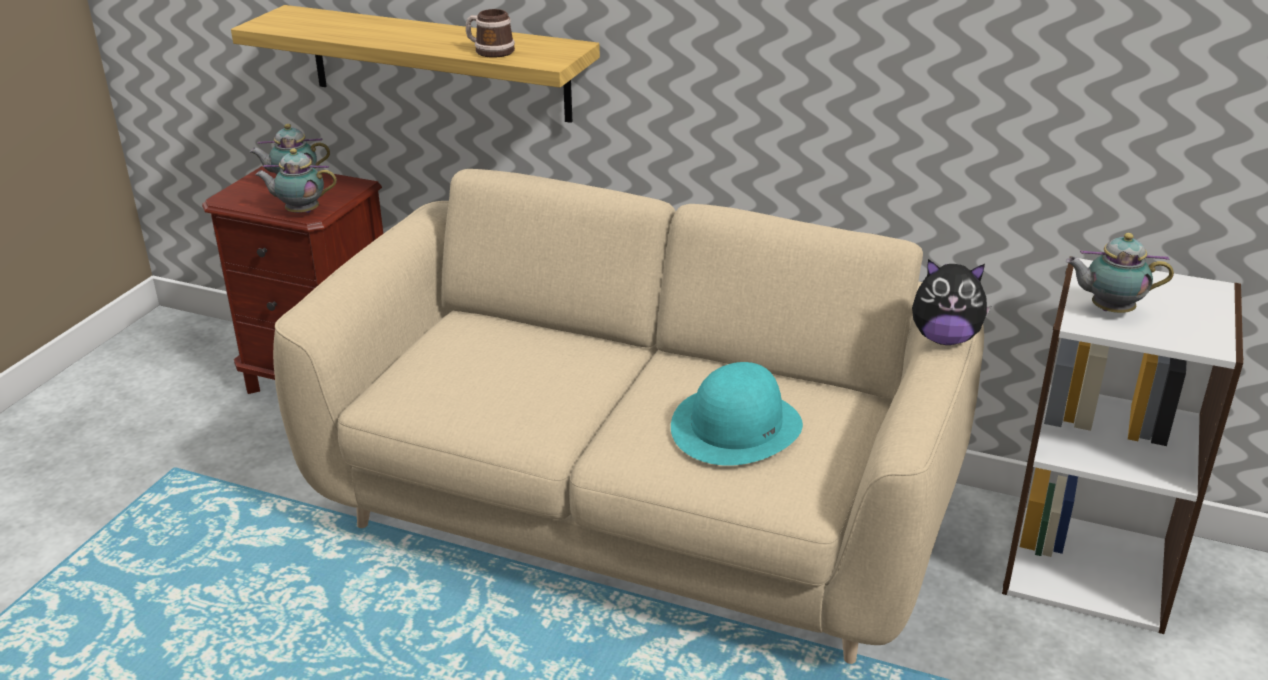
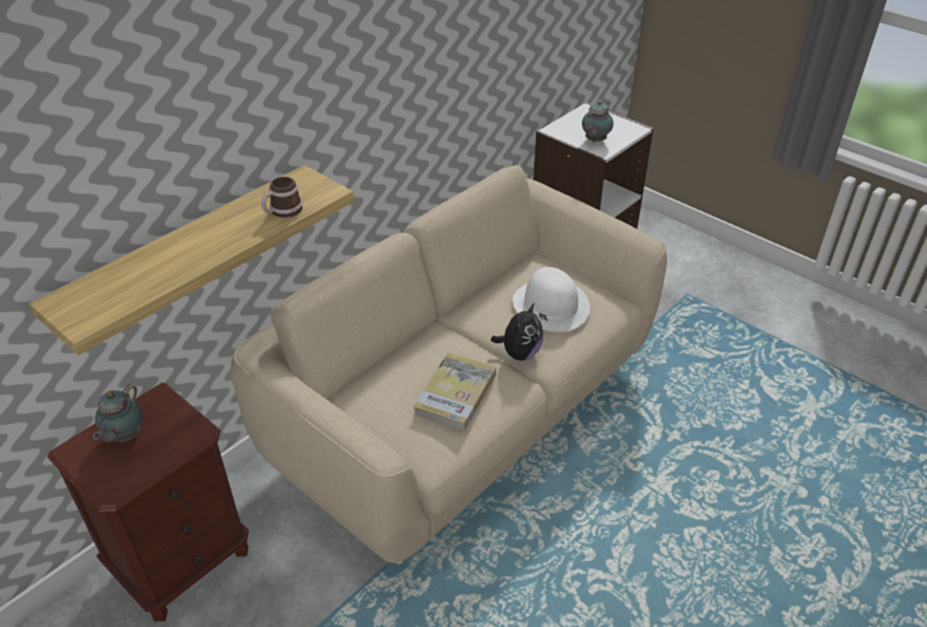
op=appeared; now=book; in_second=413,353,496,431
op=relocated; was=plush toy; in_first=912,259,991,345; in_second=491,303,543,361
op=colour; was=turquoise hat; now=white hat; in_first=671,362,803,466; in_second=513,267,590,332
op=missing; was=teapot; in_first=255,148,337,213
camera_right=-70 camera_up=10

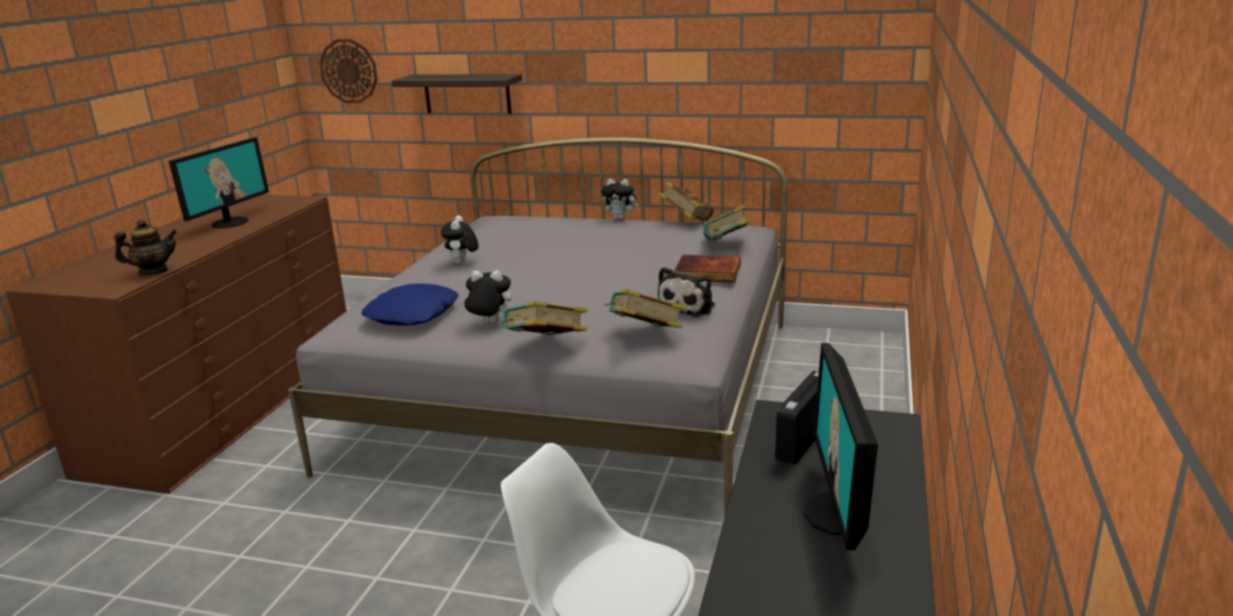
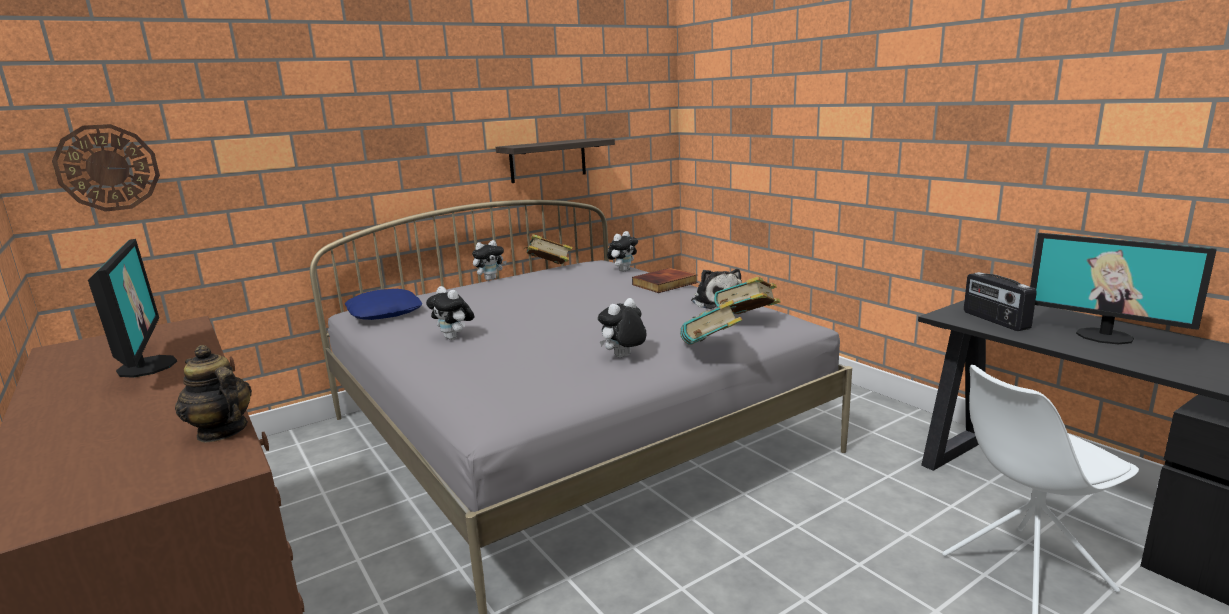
op=spun; was=teapot; in_first=114,219,177,275; in_second=175,345,252,442; clockwise=-75
op=relocated; was=blue pillow; in_first=361,283,459,326; in_second=345,289,422,320
op=relocated; was=shelf; in_first=391,74,522,114; in_second=496,138,615,183
op=exchanged; was=book; now=plush toy; in_first=703,205,751,241; in_second=607,231,638,272
camera_right=-50 camera_up=-5

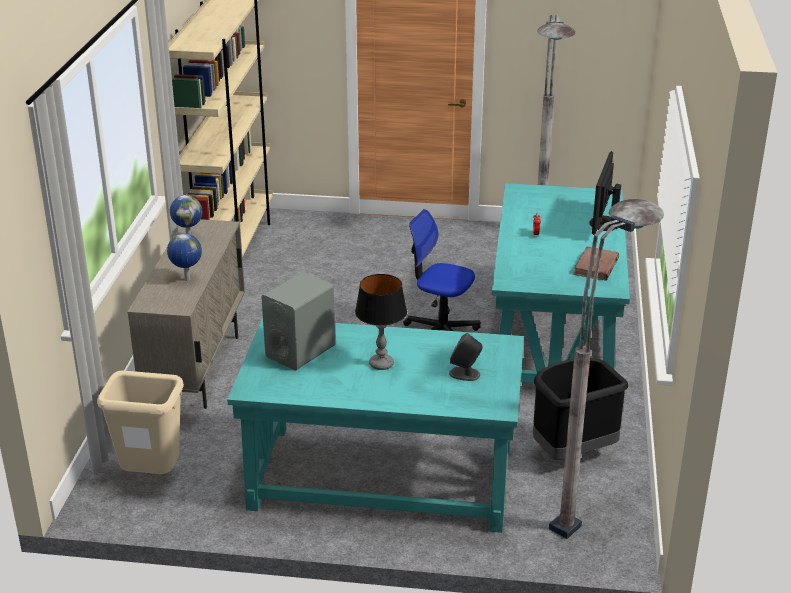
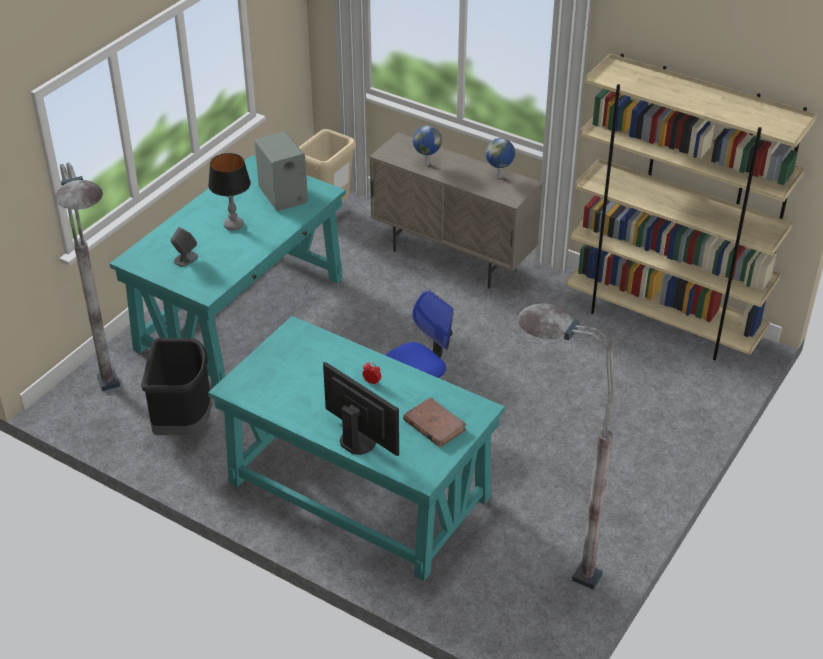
op=relocated; was=brown book; in_first=573,247,619,281; in_second=403,397,466,447
camera_right=115 camera_up=10

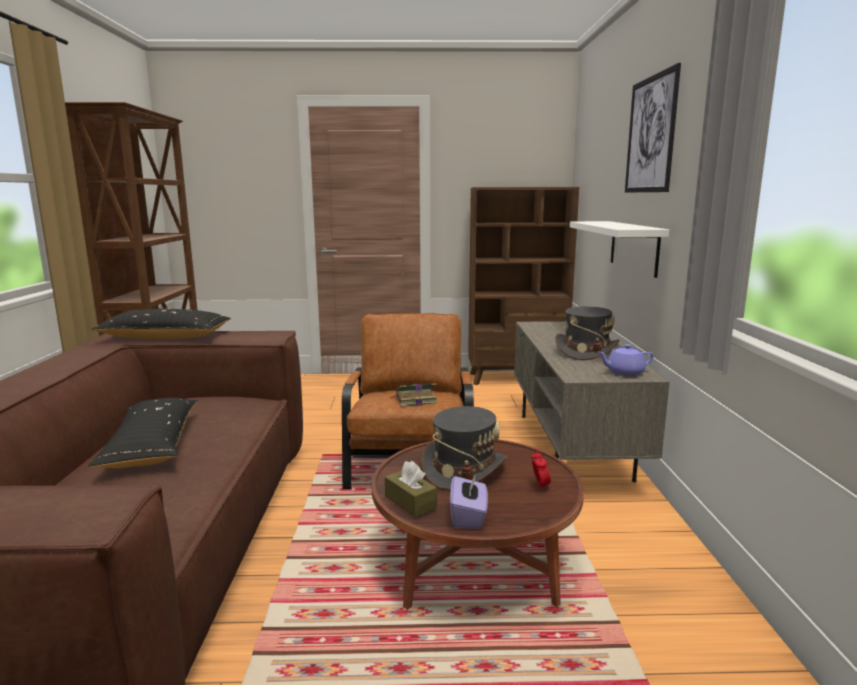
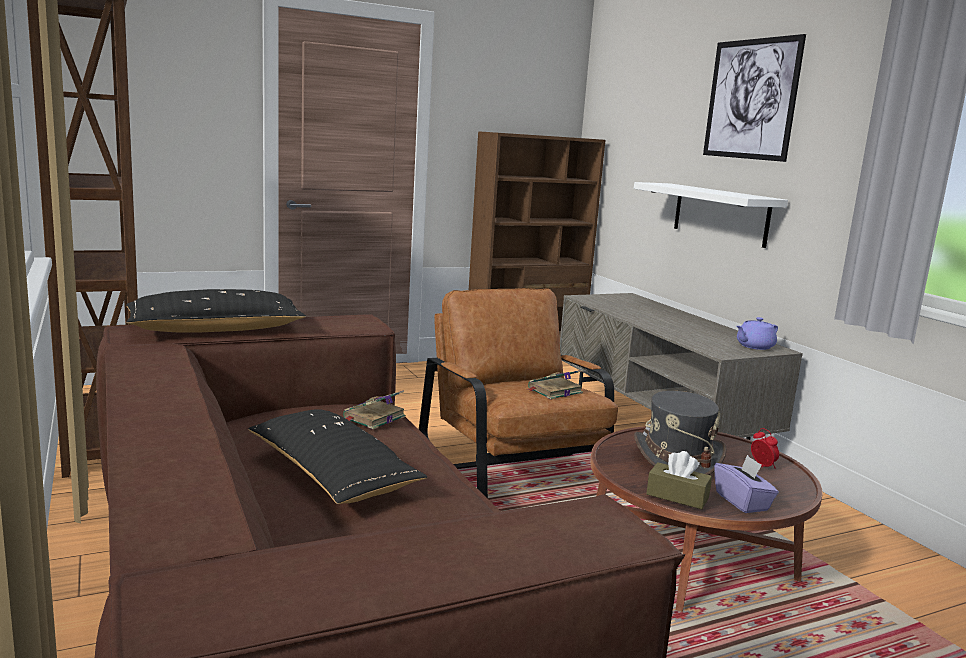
op=appeared; now=book; in_second=343,390,406,429
op=missing; was=grey hat; in_first=555,306,619,360
camera_right=-25 camera_up=0

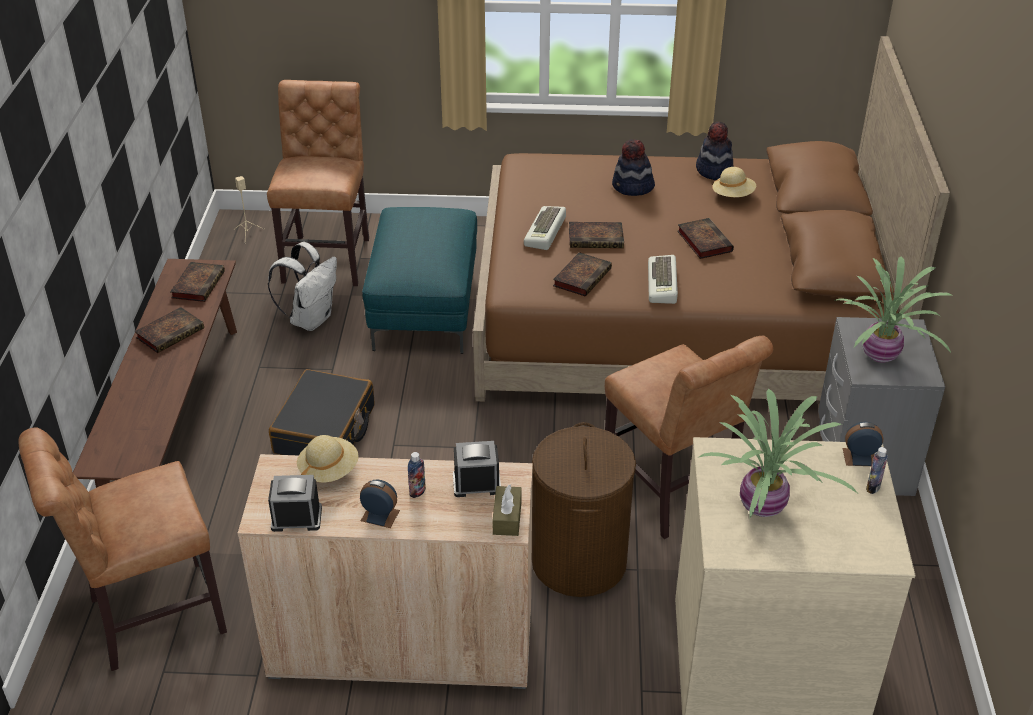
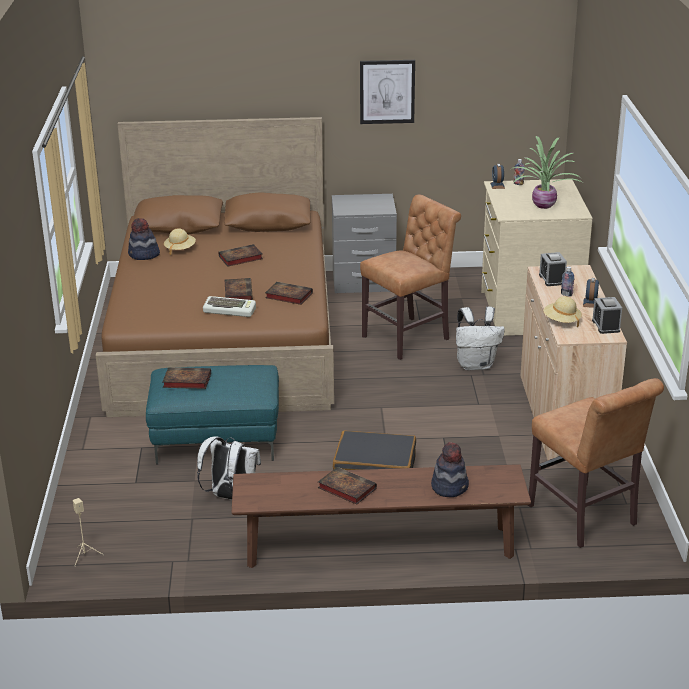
op=relocated; was=book; in_first=170,262,225,302; in_second=162,367,211,389
op=appeared; now=picture; in_second=360,60,415,124
op=relocated; was=hat; in_first=612,139,655,196; in_second=431,442,469,497
op=exchanged; was=brown laundry basket; now=white backpack; in_first=532,422,636,597; in_second=456,306,505,370
op=missing; was=brown chair; in_first=267,80,369,286
op=missing; was=brown tissue box; in_first=492,485,522,536
op=missing; was=keyboard; in_first=648,255,678,304
op=missing; was=potted plant; in_first=834,256,953,363
camera_right=-95 camera_up=-10

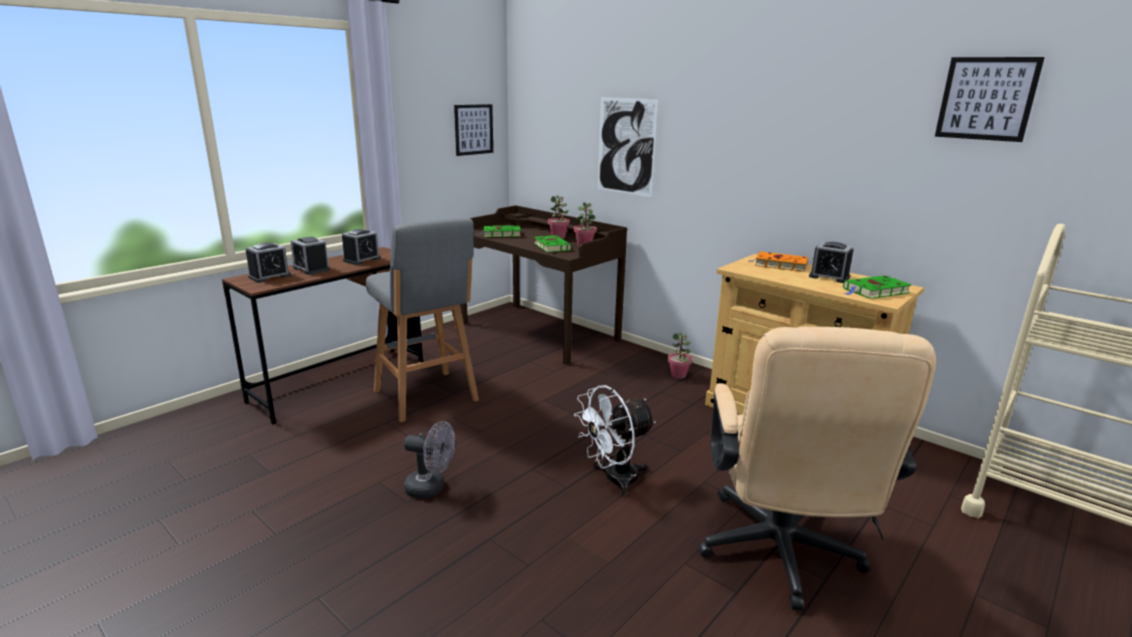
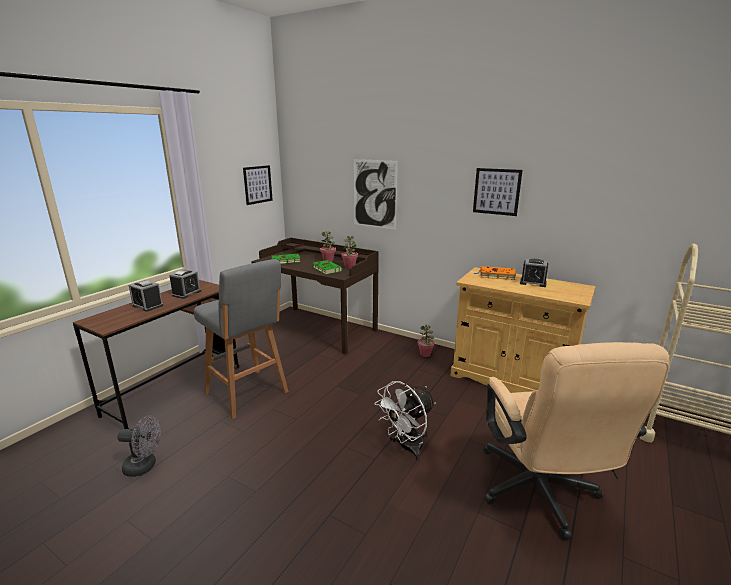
op=relocated; was=grey fan; in_first=404,421,455,499; in_second=117,416,161,477
op=relocated; was=picture; in_first=935,57,1045,142; in_second=473,168,523,216
op=missing; was=alarm clock; in_first=246,243,291,283
op=missing; was=green book; in_first=843,275,912,299
camera_right=-10 camera_up=0

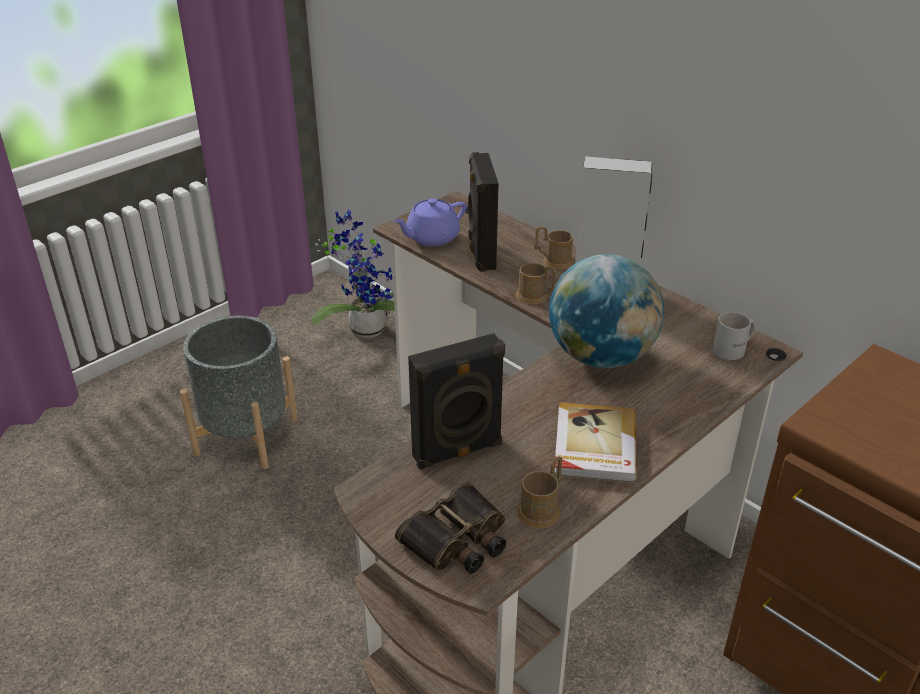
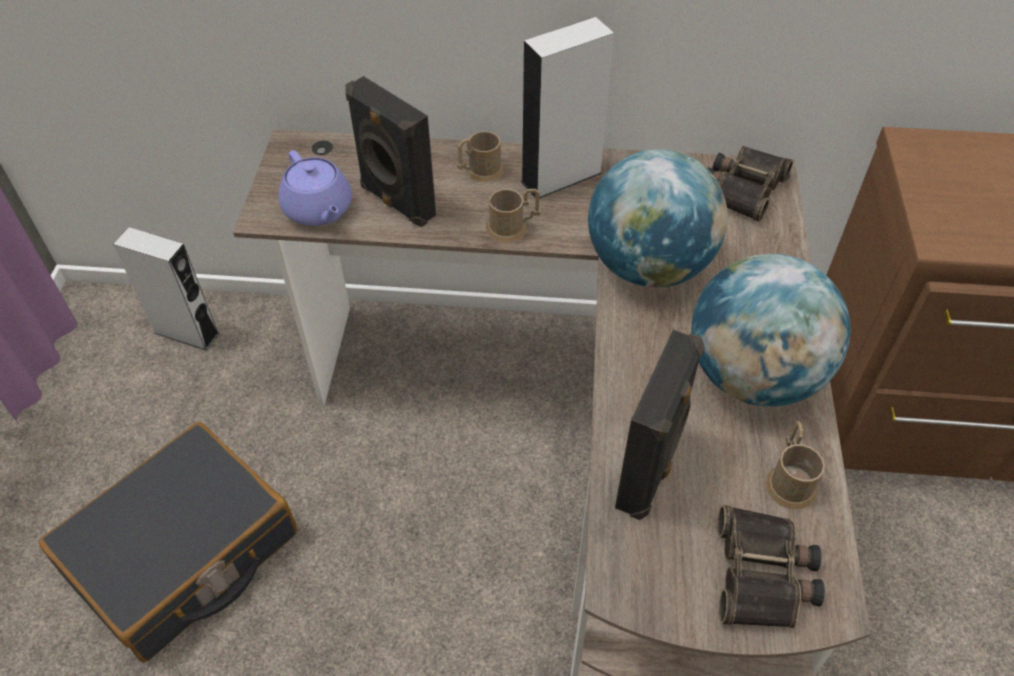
op=exchanged; was=grey planter; now=black suitcase; in_first=180,316,298,469; in_second=39,422,297,662
op=exchanged; was=potted plant; now=grey speaker; in_first=311,209,395,338; in_second=113,227,219,350
op=spun; was=purple teapot; in_first=393,199,467,246; in_second=278,150,352,226; clockwise=-45
op=exchanged; was=book; now=globe; in_first=555,402,637,483; in_second=691,254,851,407
op=exchanged; was=white mug; now=binoculars; in_first=713,312,755,360; in_second=708,146,793,222
camera_right=-40 camera_up=15

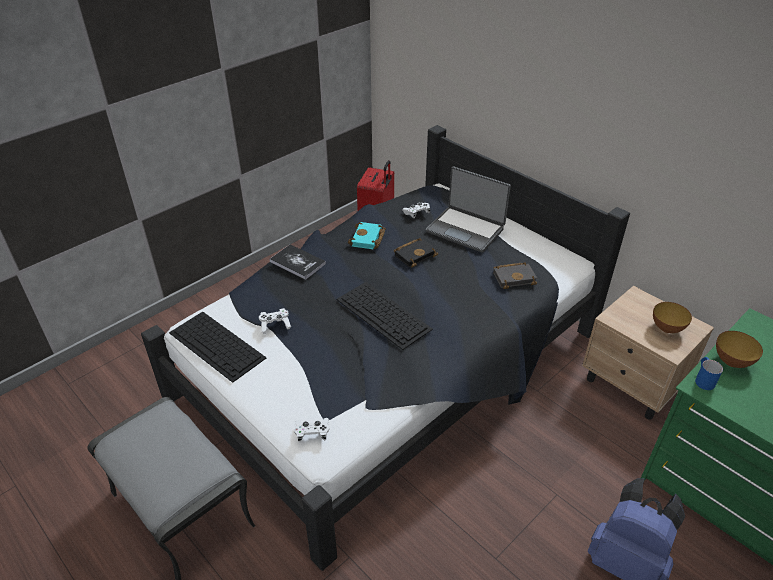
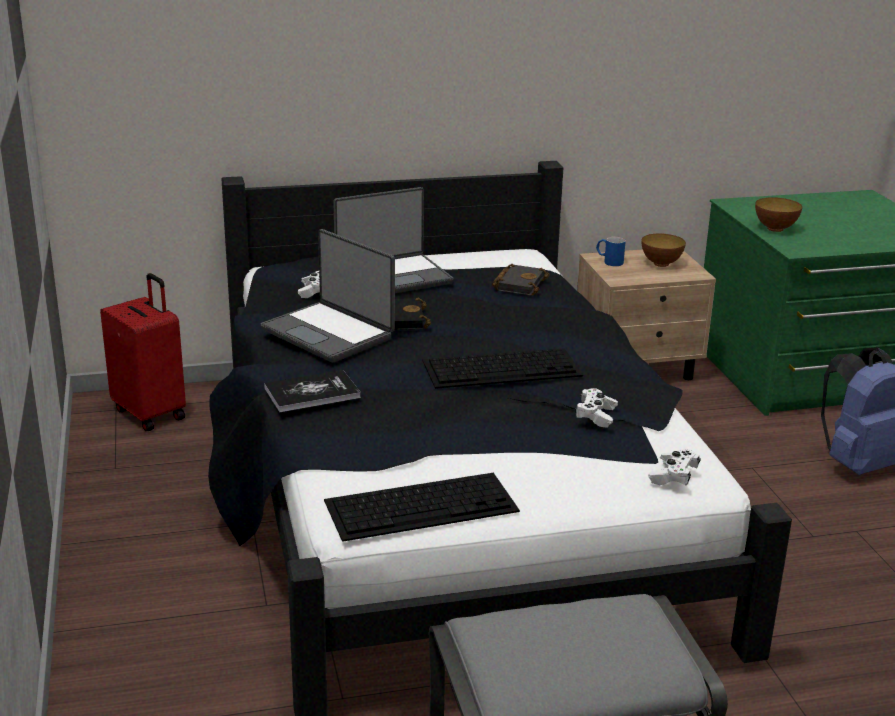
op=exchanged; was=turquoise book; now=laptop; in_first=348,222,386,249; in_second=260,229,395,362
op=relocated; was=white game controller; in_first=259,308,291,334; in_second=575,388,618,428
op=relocated; was=blue mug; in_first=695,357,723,390; in_second=596,237,626,266
camera_right=-60 camera_up=-15

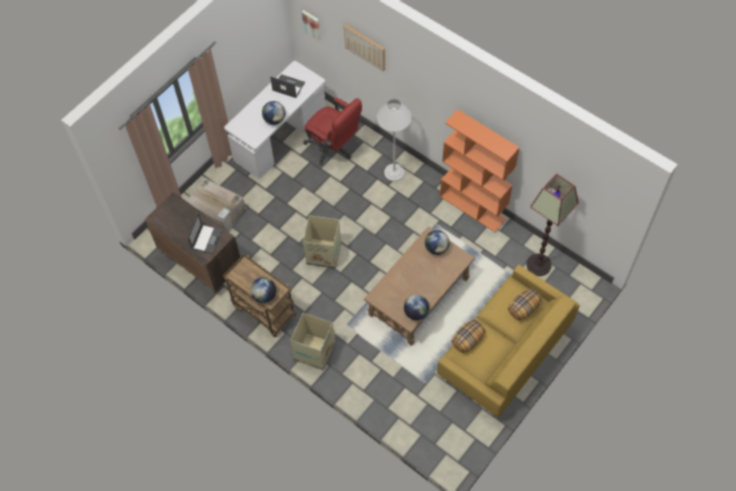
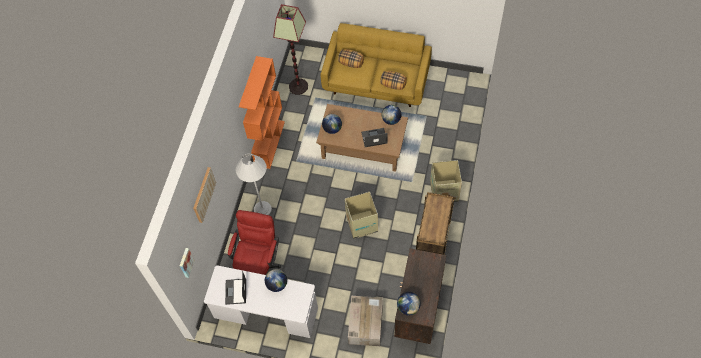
op=relocated; was=laptop; in_first=188,213,223,254; in_second=361,128,388,147
op=relocated; was=globe; in_first=250,277,276,303; in_second=397,292,421,315
camera_right=-115 camera_up=0

